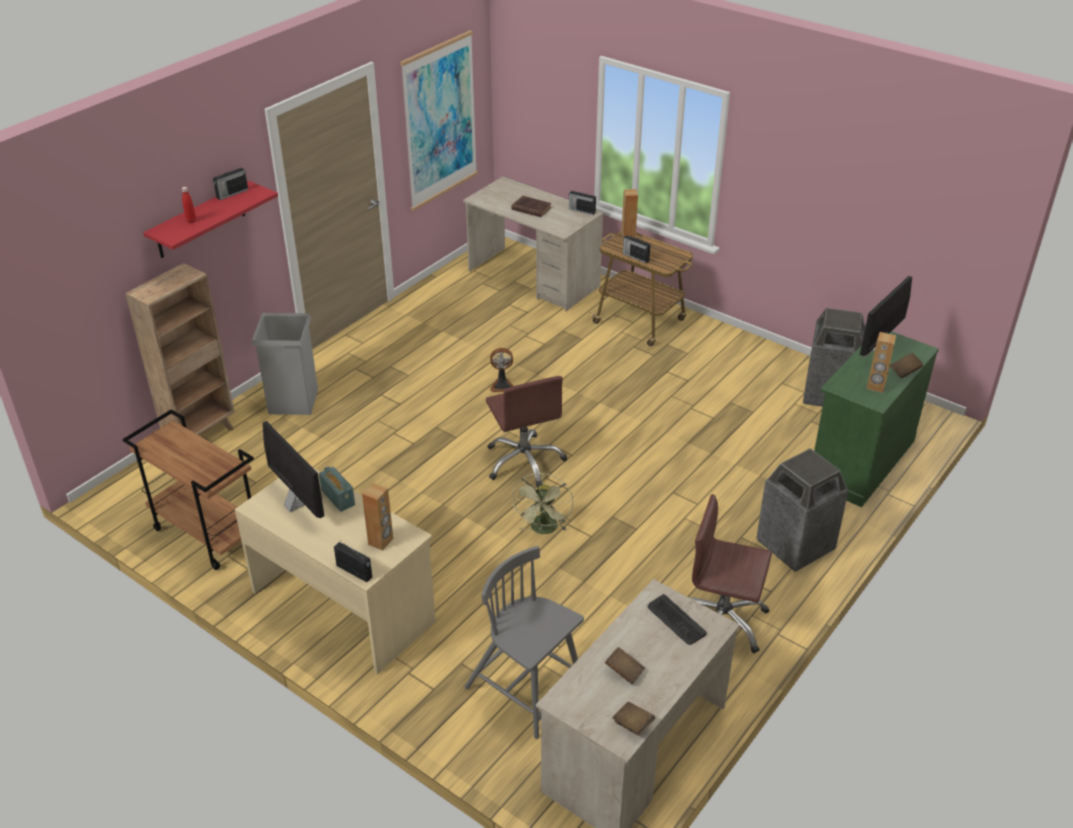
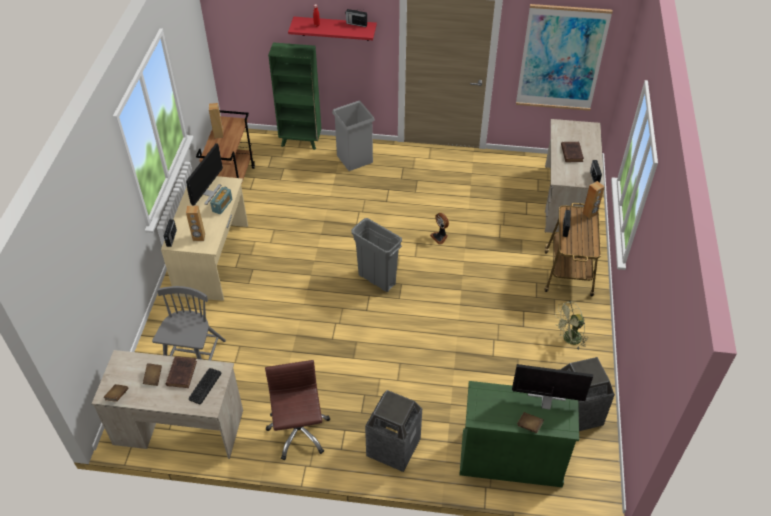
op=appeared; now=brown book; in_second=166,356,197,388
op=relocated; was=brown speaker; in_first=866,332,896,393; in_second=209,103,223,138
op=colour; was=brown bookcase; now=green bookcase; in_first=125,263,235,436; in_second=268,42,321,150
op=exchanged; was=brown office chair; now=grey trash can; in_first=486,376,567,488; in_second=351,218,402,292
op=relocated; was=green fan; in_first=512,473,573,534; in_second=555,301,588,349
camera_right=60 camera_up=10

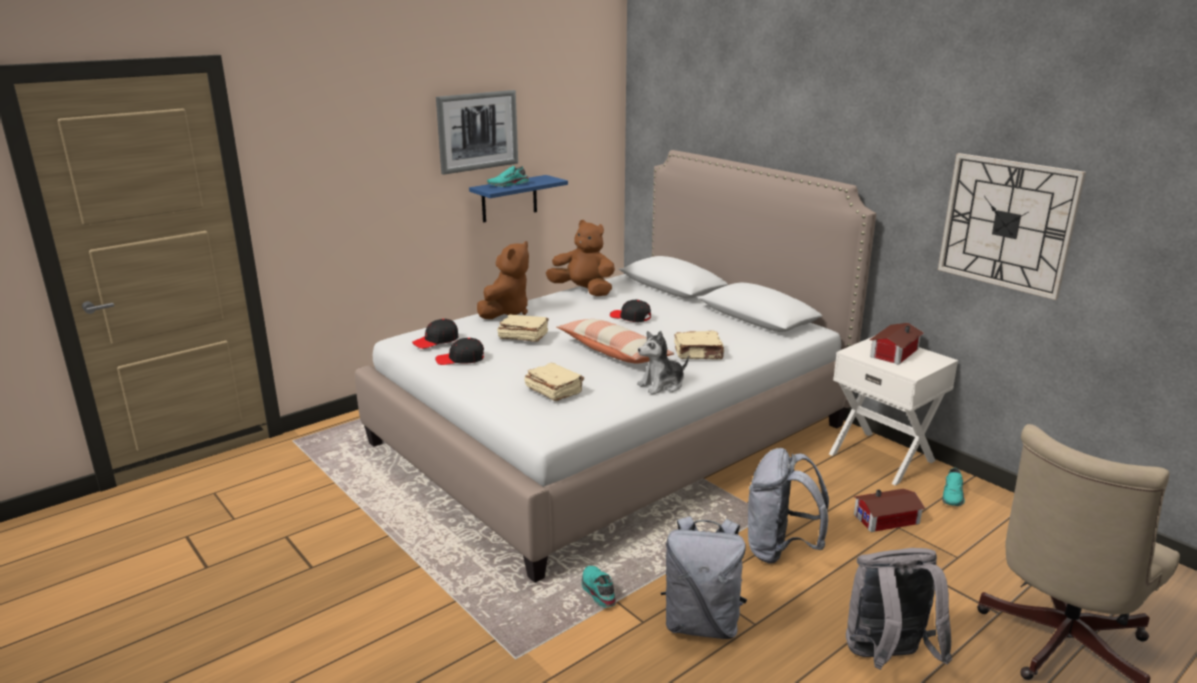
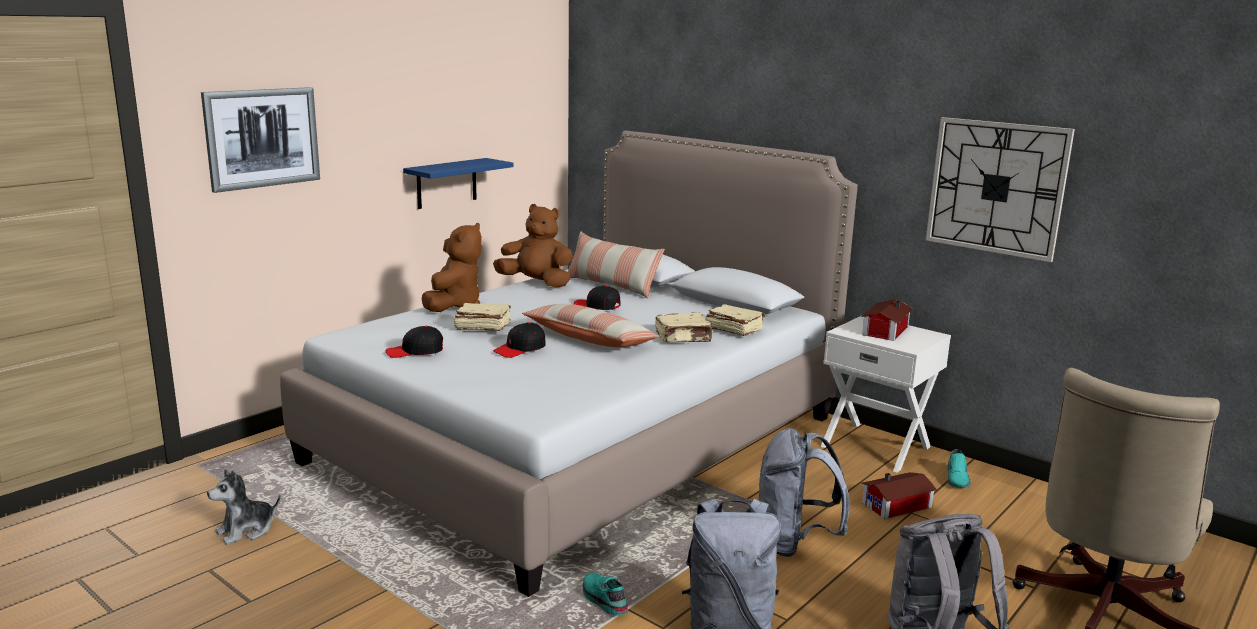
op=relocated; was=picture; in_first=436,90,518,175; in_second=201,87,320,193
op=relocated; was=plush toy; in_first=637,331,689,394; in_second=207,469,281,545
op=relocated; was=black cap; in_first=412,319,459,349; in_second=493,322,546,358
op=appeared; now=pillow; in_second=567,232,665,299
op=relocated; was=beige book; in_first=524,362,584,401; in_second=705,304,765,336
op=missing; was=turquoise shoe; in_first=487,166,530,187
camera_right=-10 camera_up=-5

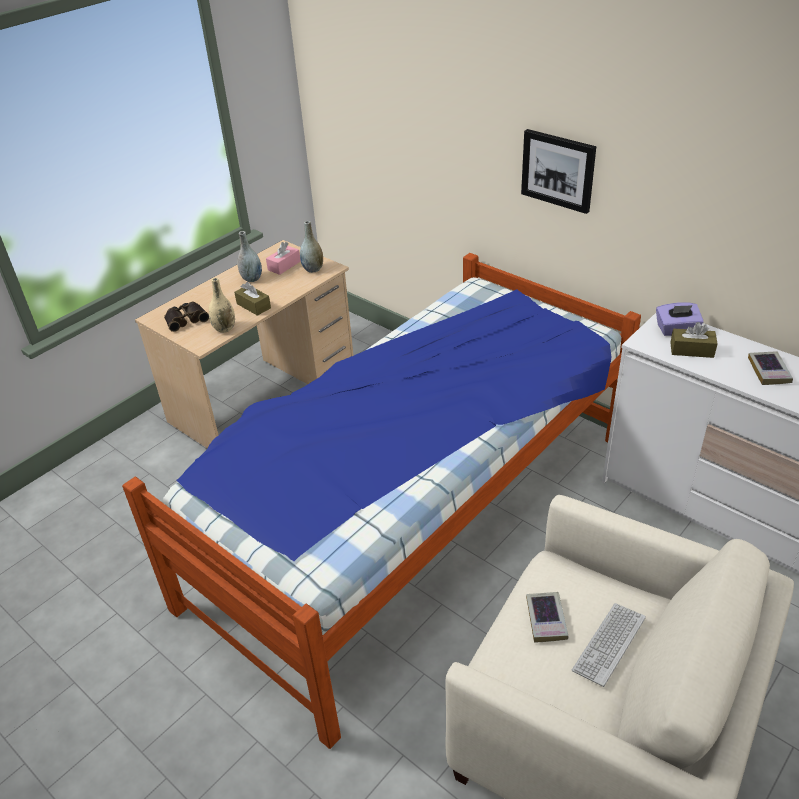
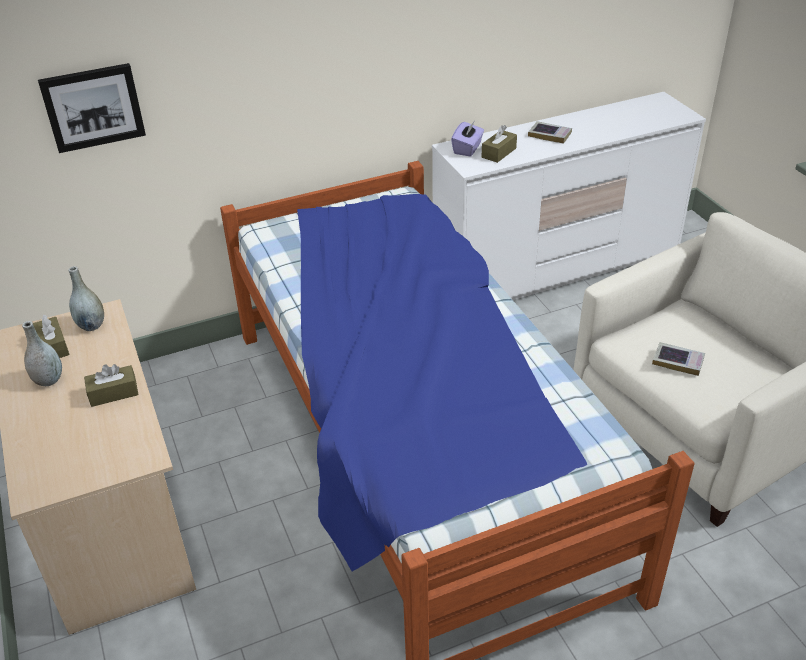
op=colour; was=pink tissue box; now=brown tissue box; in_first=266,242,301,275; in_second=33,315,70,358
op=relocated; was=picture; in_first=521,129,596,214; in_second=38,63,146,153
op=missing; was=binoculars; in_first=164,302,209,332
op=missing; was=beige vase; in_first=209,277,235,333
op=missing; was=keyboard; in_first=571,603,646,687
camera_right=-65 camera_up=0

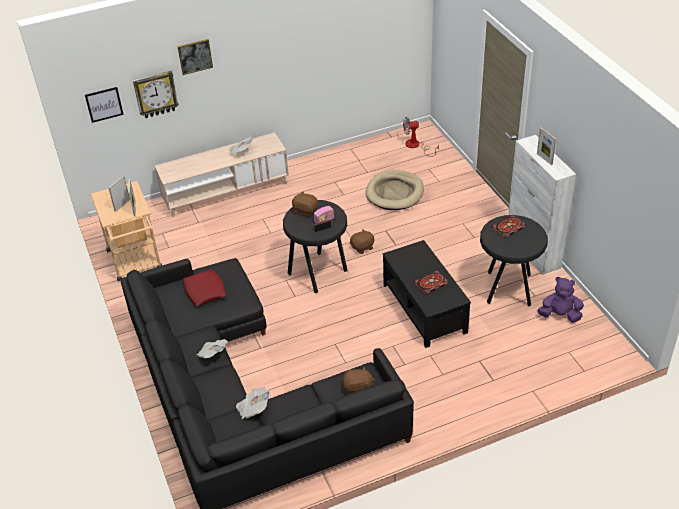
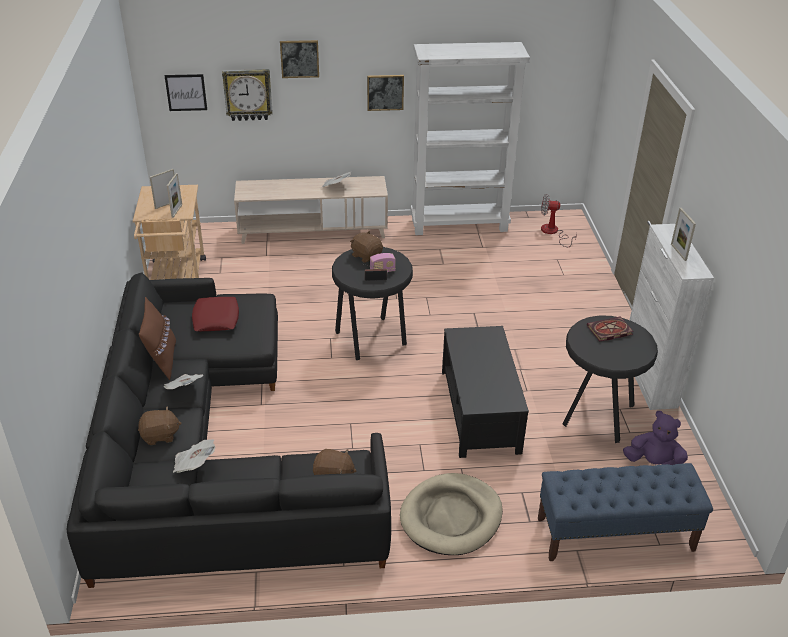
op=relocated; was=brown plush toy; in_first=350,229,374,254; in_second=138,406,181,445
op=appeared; now=brown pillow; in_second=139,297,176,380
op=appeared; now=picture; in_second=367,75,404,111
op=relocated; was=beige dog bed; in_first=366,170,424,210; in_second=400,473,503,555
op=appeared; now=white bookcase; in_second=411,42,530,235
op=appeared; now=blue bench; in_second=538,463,713,561
op=missing; was=book; in_first=414,270,448,294
camera_right=15 camera_up=-5

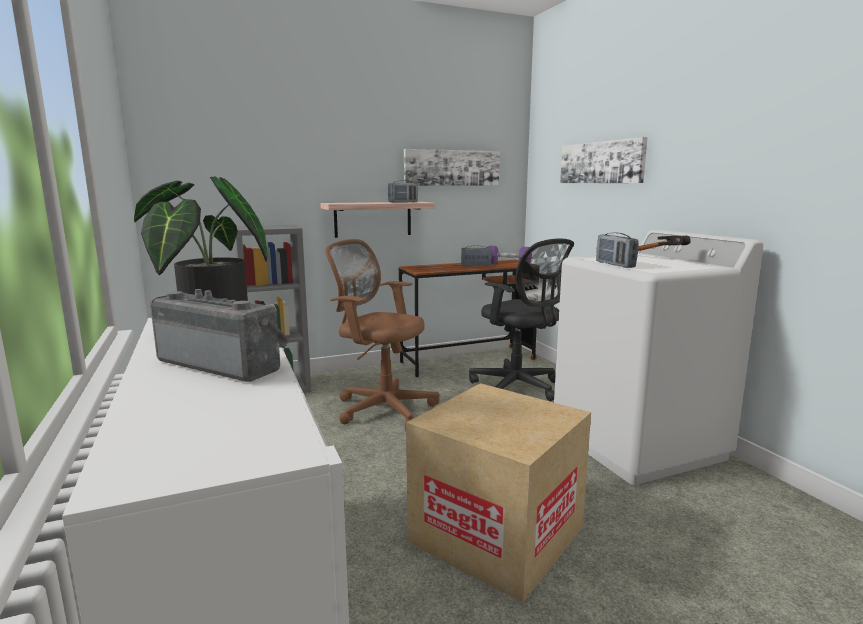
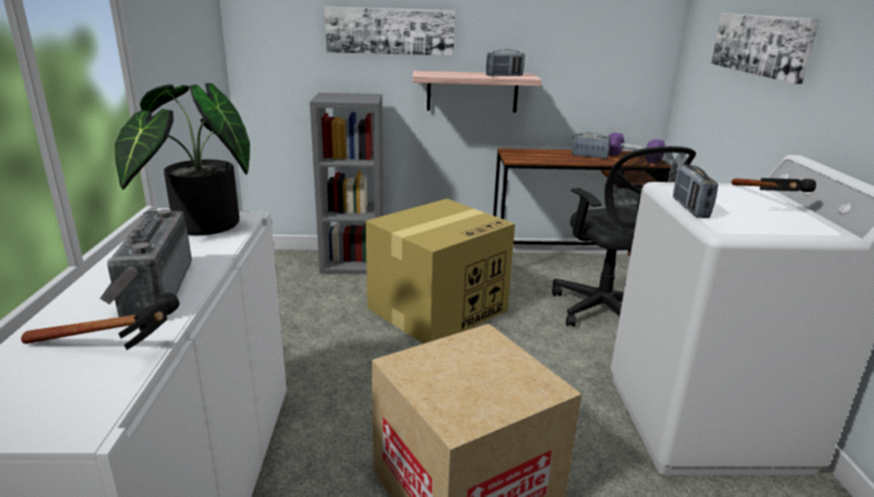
op=appeared; now=hammer; in_second=21,293,180,350
op=spun; was=radio; in_first=150,289,289,382; in_second=100,209,192,317; clockwise=-150
op=relocated; was=picture; in_first=404,149,500,186; in_second=325,6,455,56
op=exchanged; was=brown office chair; now=cardboard box; in_first=325,239,440,431; in_second=365,199,515,344
camera_right=20 camera_up=10

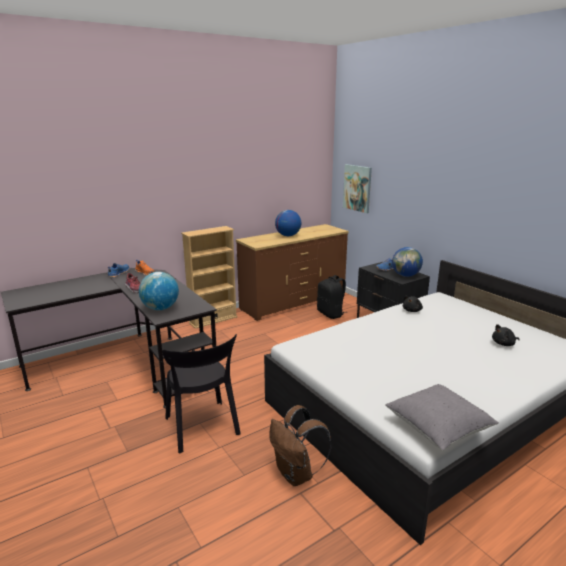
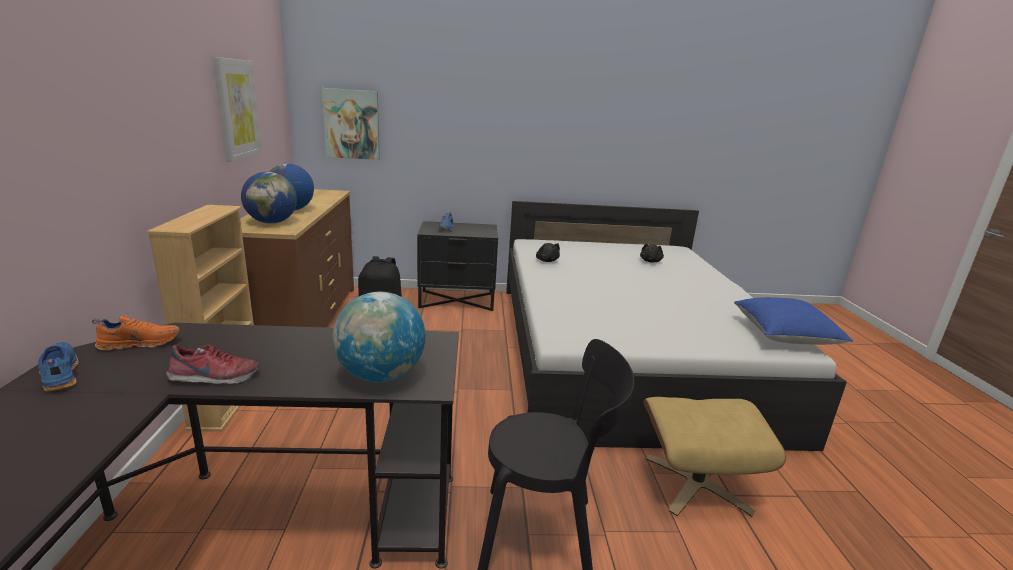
op=appeared; now=picture; in_second=213,57,262,162
op=relocated; was=globe; in_first=392,247,423,277; in_second=241,172,297,224
op=exchanged; was=brown backpack; now=beige ottoman; in_first=269,405,332,486; in_second=644,397,786,517
op=colour; was=grey pillow; now=blue pillow; in_first=385,384,499,451; in_second=734,297,853,345
camera_right=-60 camera_up=0

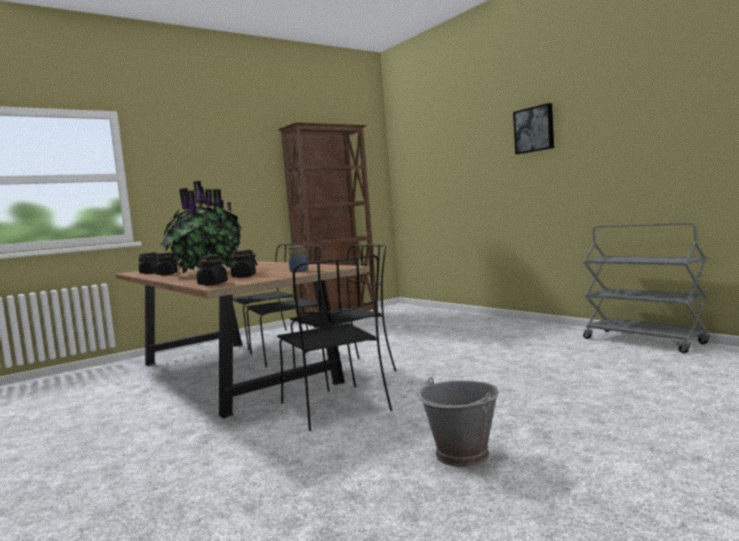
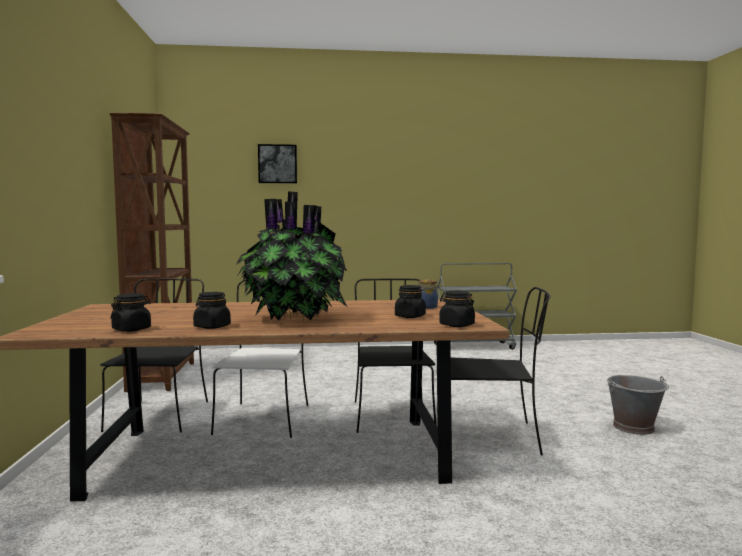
op=colour; was=black chair; now=white chair; in_first=246,245,322,368; in_second=211,280,308,438
op=relocated; was=picture; in_first=513,103,554,154; in_second=258,144,297,184
camera_right=-60 camera_up=0

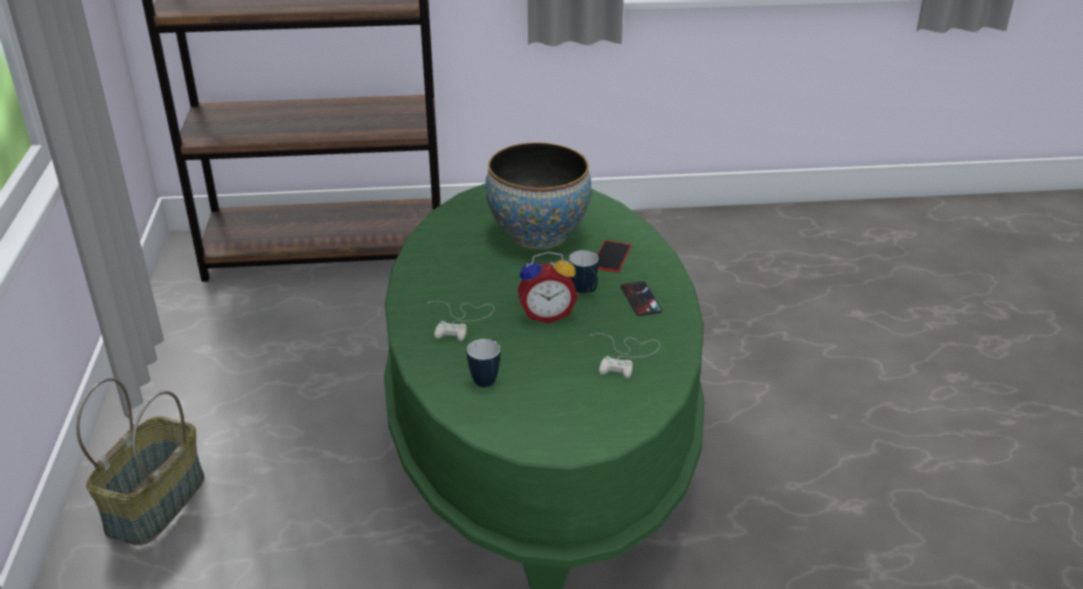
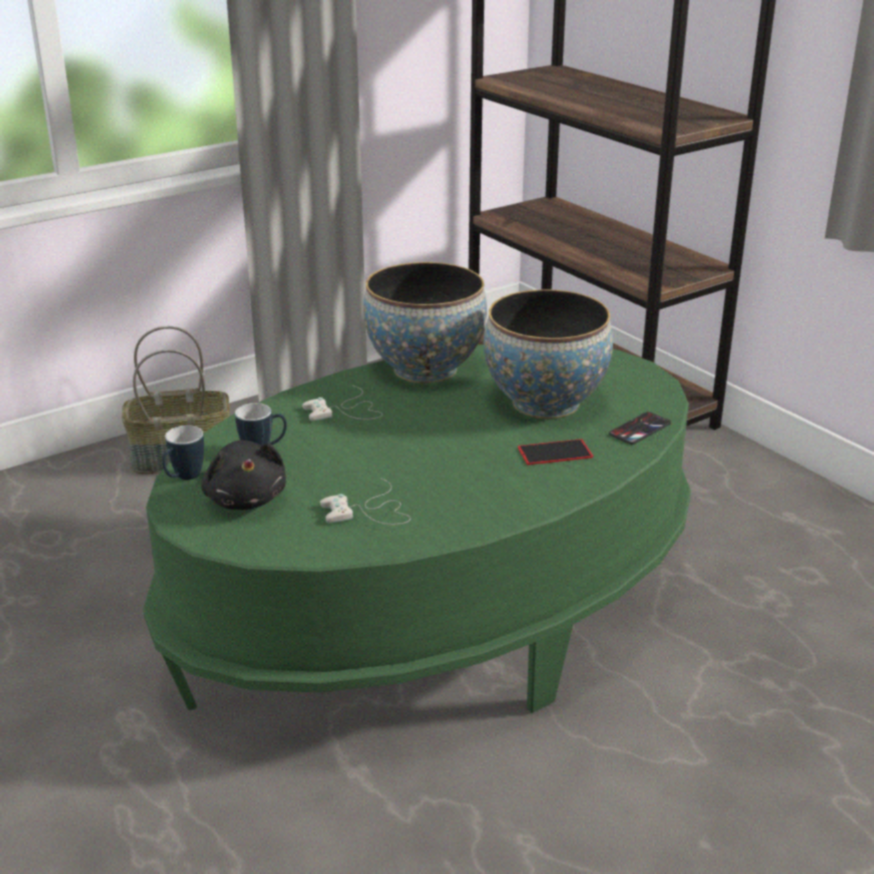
op=relocated; was=mug; in_first=569,250,598,293; in_second=162,425,204,480
op=appeared; now=black plush toy; in_second=201,440,286,510
op=appeared; now=bowl; in_second=363,262,487,383
op=relocated; was=phone; in_first=620,281,662,316; in_second=609,412,671,445
op=missing; was=alarm clock; in_first=518,252,578,324
camera_right=60 camera_up=-5

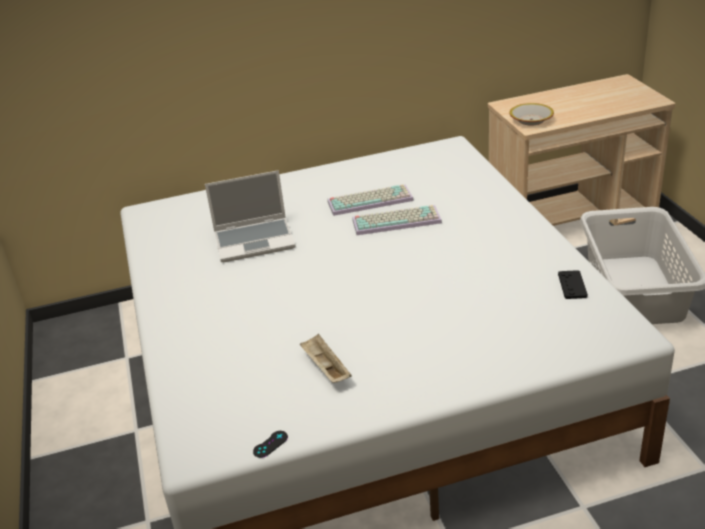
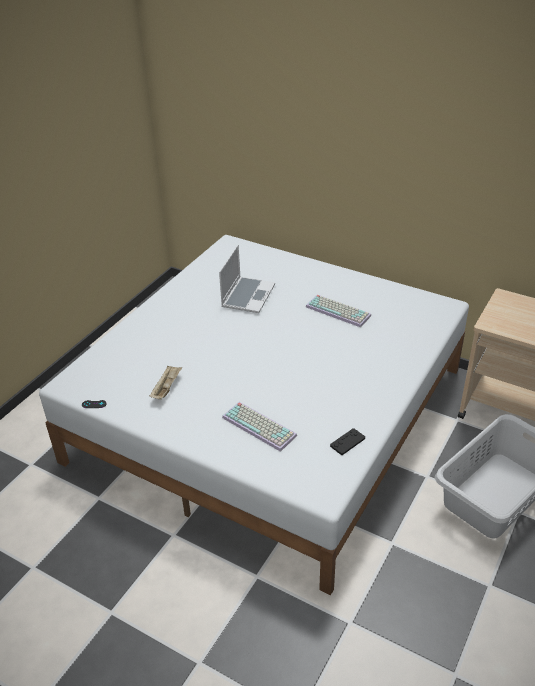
op=spun; was=laptop; in_first=205,170,296,262; in_second=219,245,275,313; clockwise=-105
op=relocated; was=keyboard; in_first=352,205,442,235; in_second=222,402,297,452
op=missing; was=bowl; in_first=509,103,554,126
camera_right=45 camera_up=5

